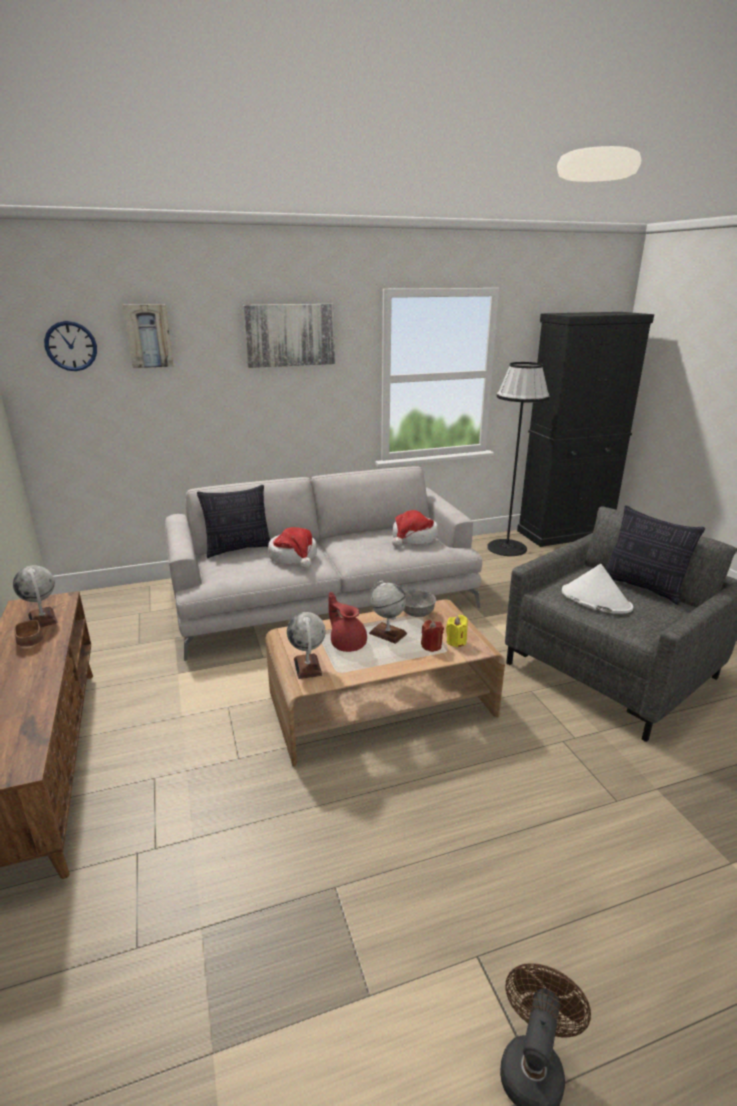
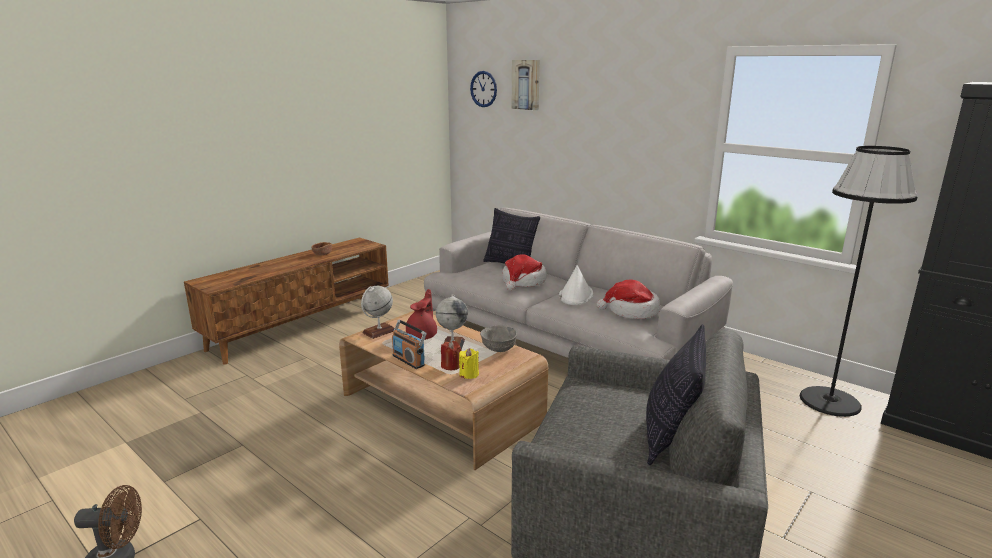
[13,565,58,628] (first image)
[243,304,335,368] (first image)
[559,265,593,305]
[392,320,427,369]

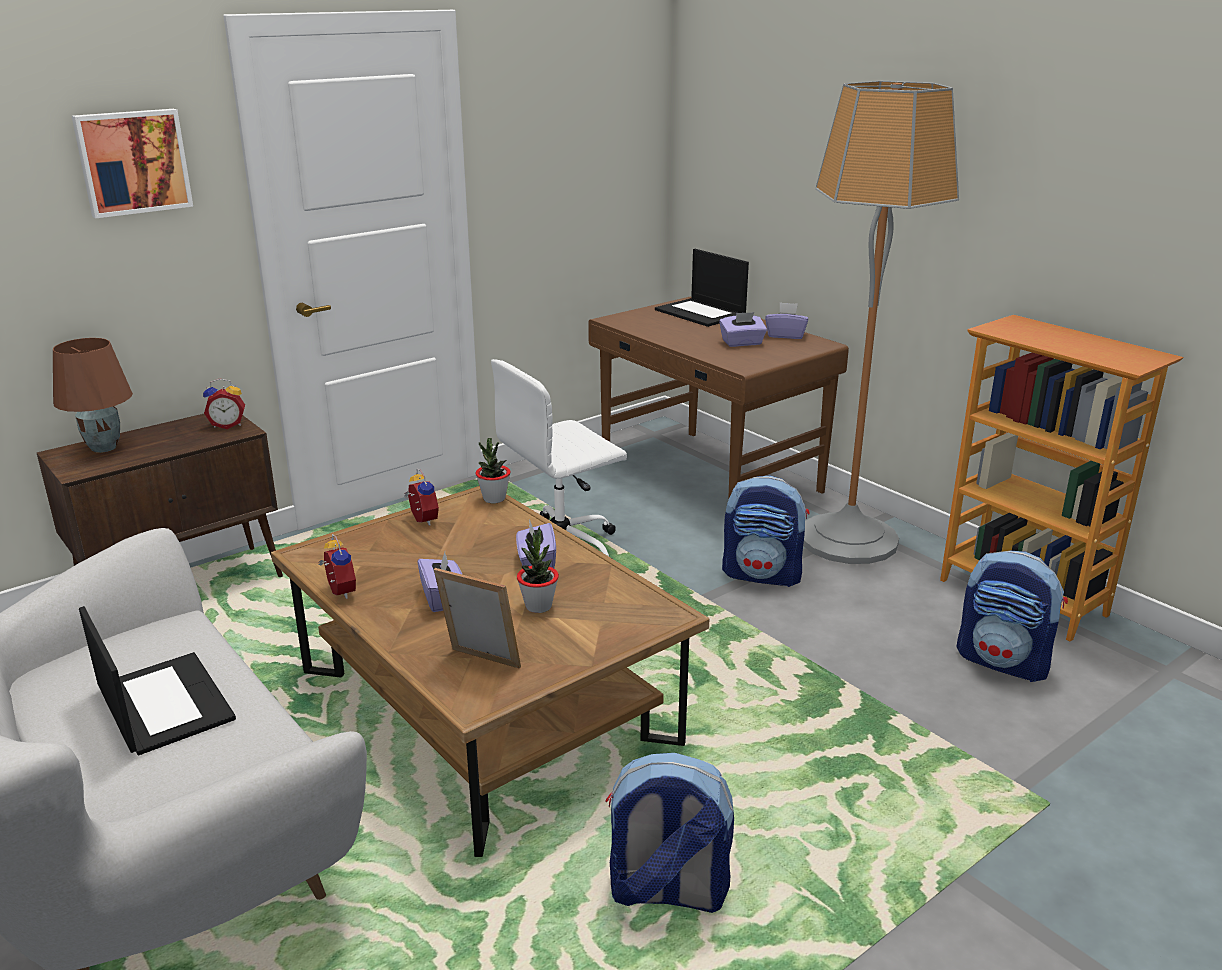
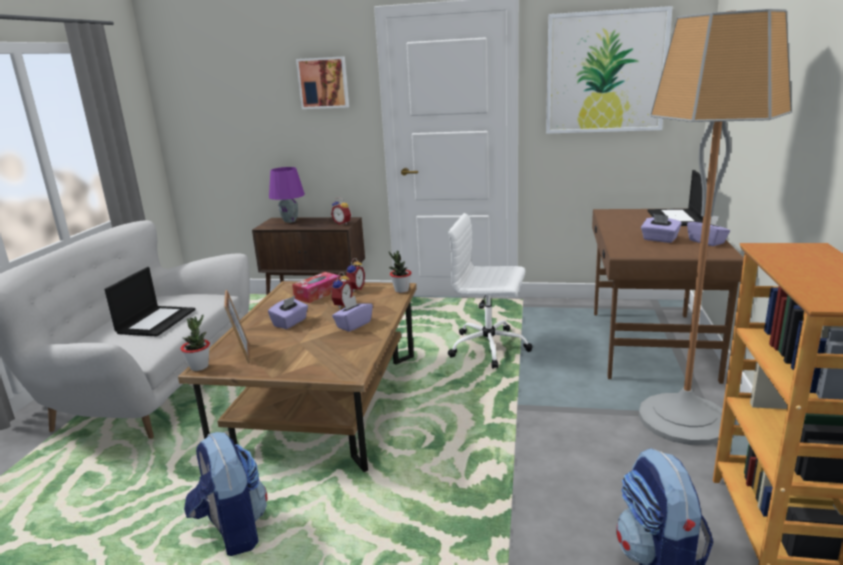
[269,167,305,223]
[330,272,353,309]
[180,314,210,371]
[722,475,810,587] (first image)
[292,272,341,303]
[546,6,673,134]

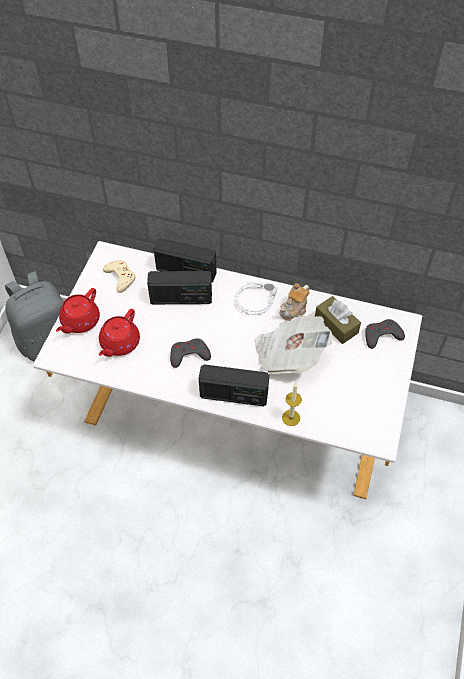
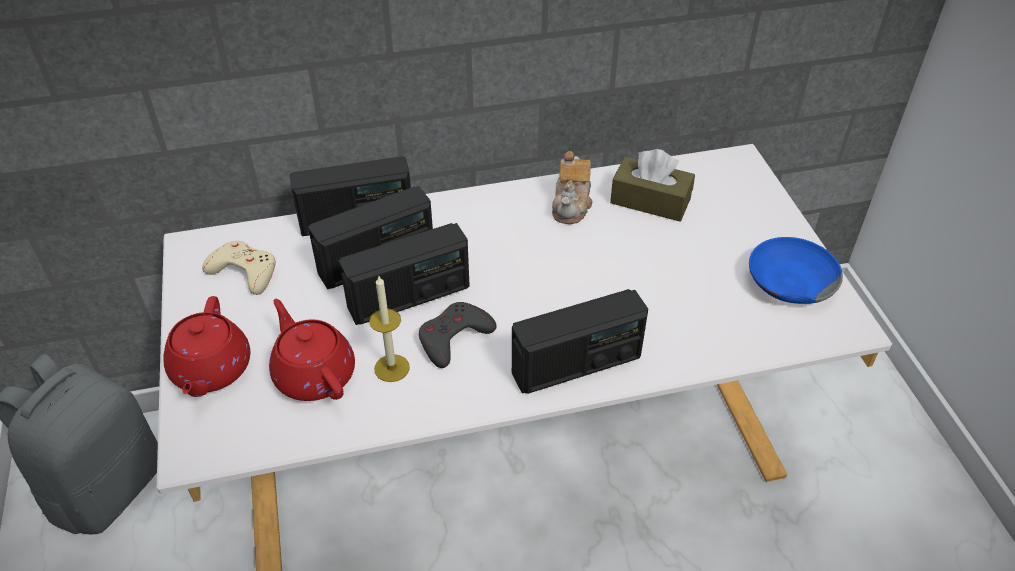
[269,299,355,401]
[236,282,277,315] (first image)
[254,315,332,374] (first image)
[369,276,410,382]
[365,319,405,349] (first image)
[339,223,470,325]
[749,237,843,304]

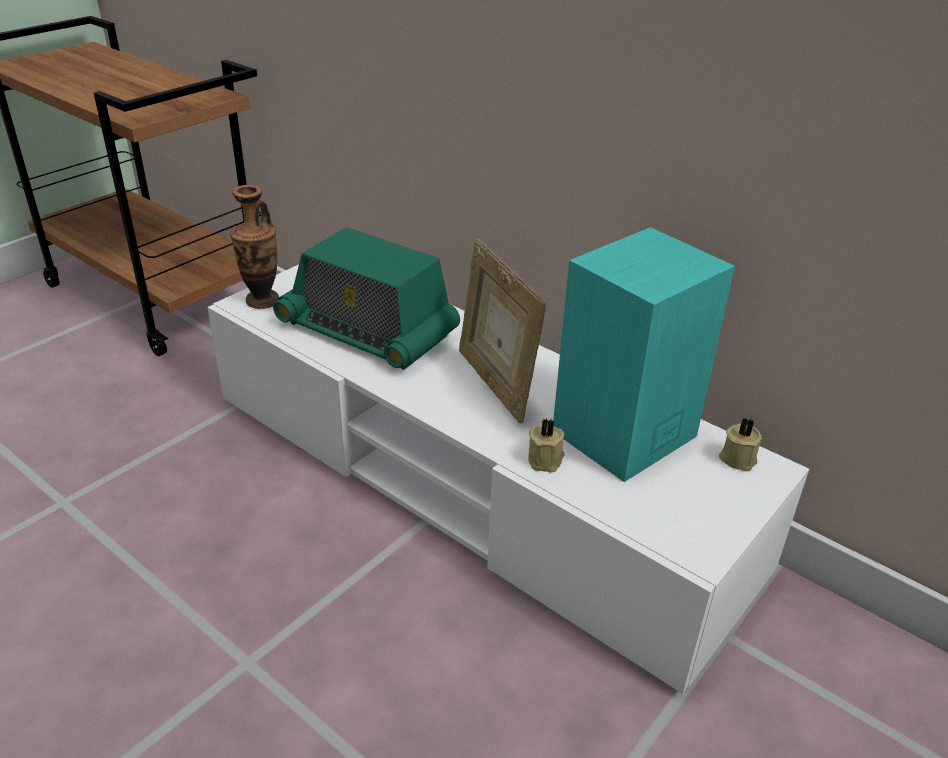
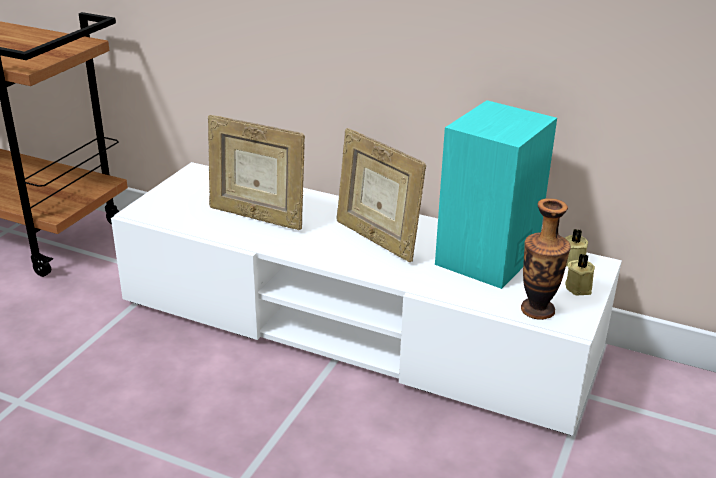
[521,198,571,320]
[208,115,305,230]
[565,254,595,296]

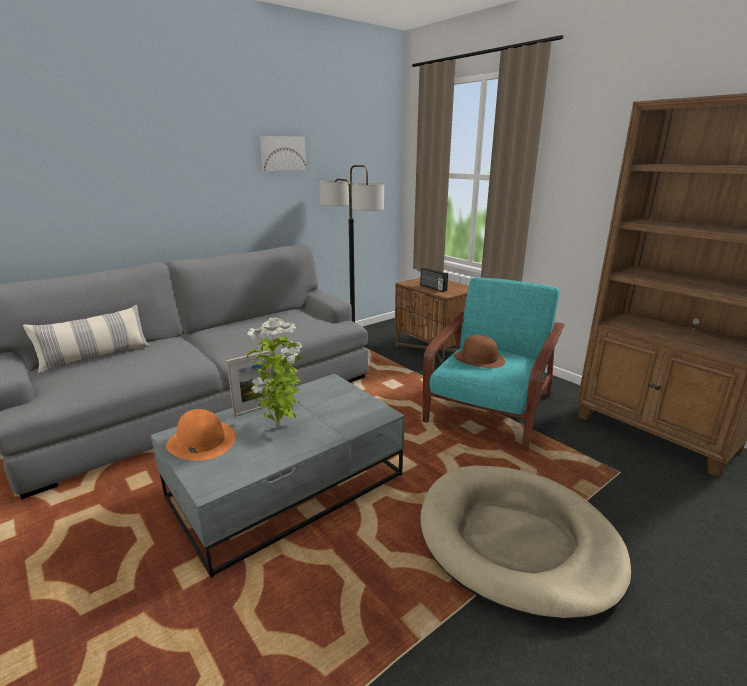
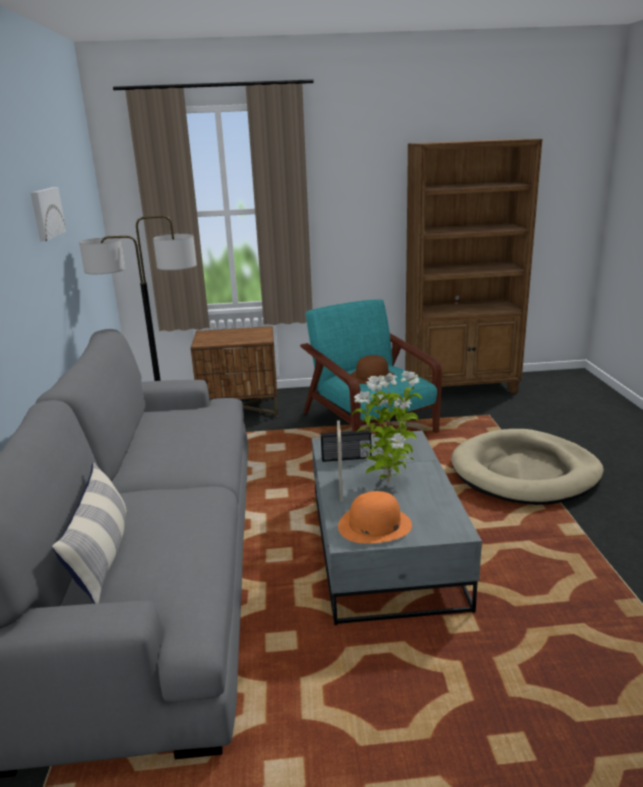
[321,430,372,462]

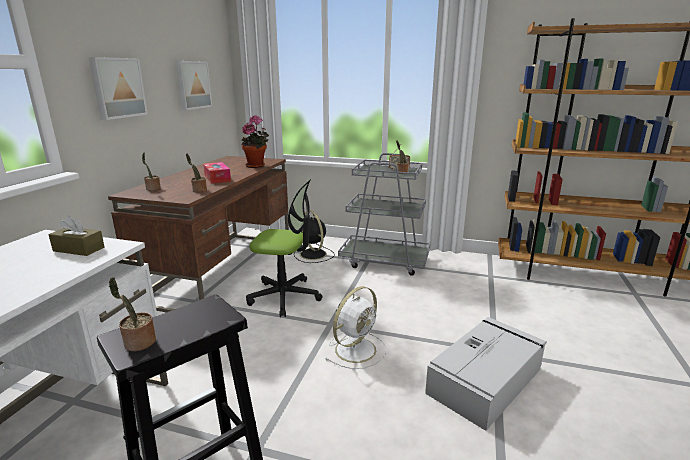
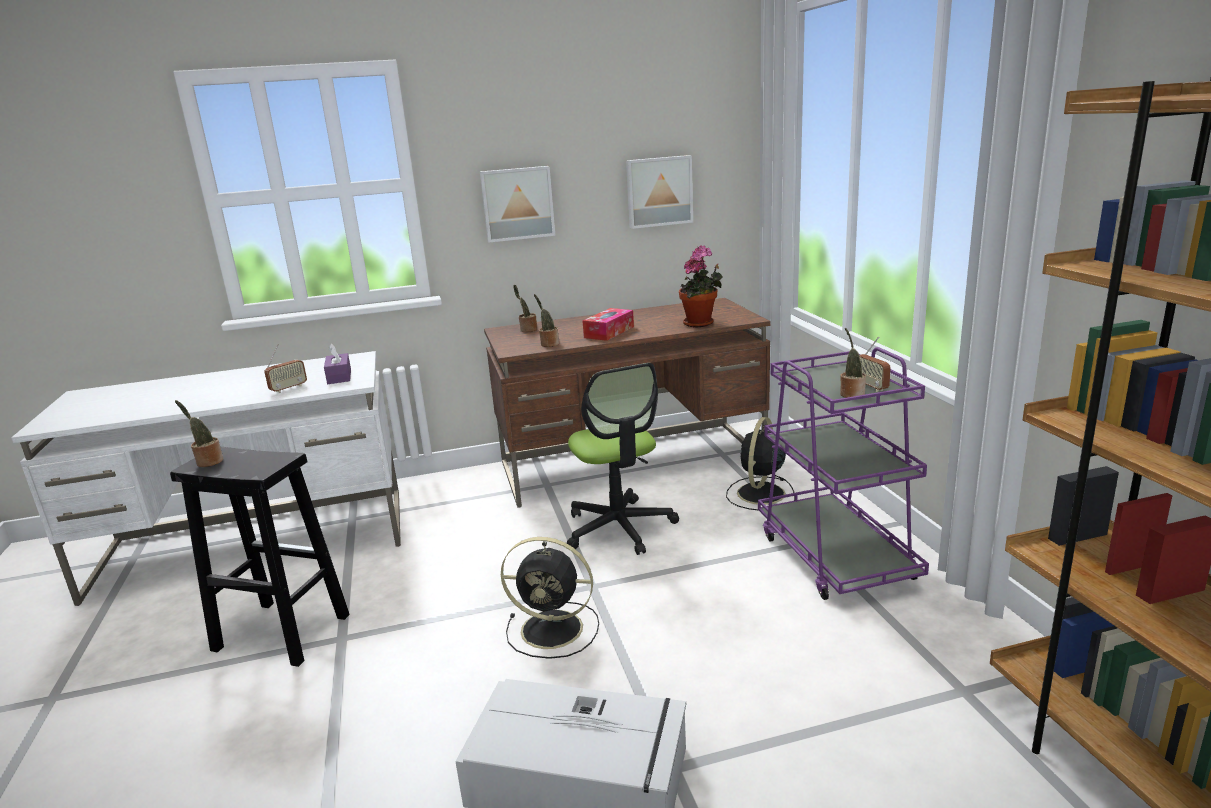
[324,344,351,384]
[501,537,599,659]
[758,347,929,600]
[264,344,307,393]

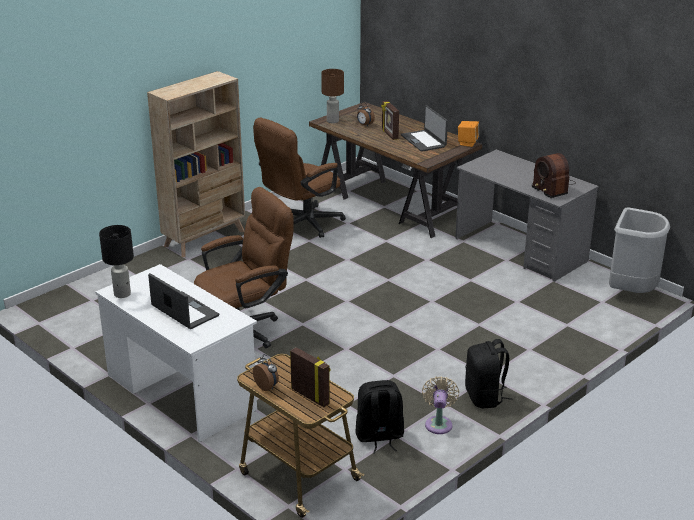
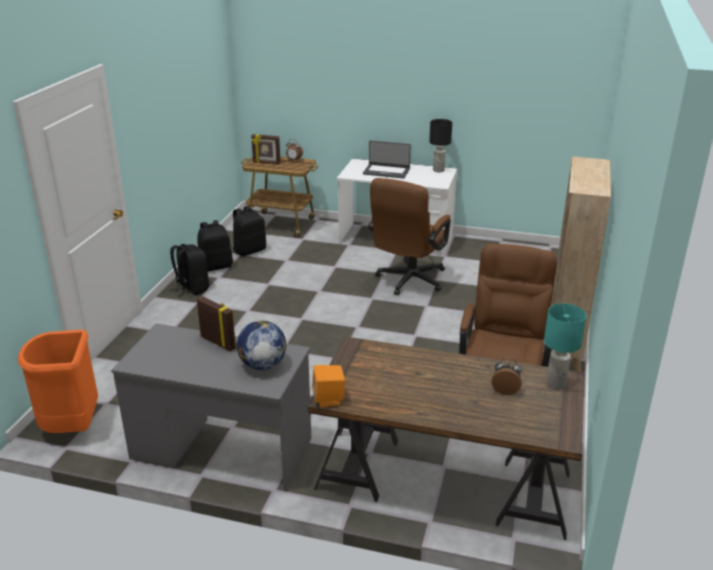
[544,303,586,389]
[196,296,236,351]
[401,105,448,152] (first image)
[197,220,233,272]
[531,153,576,198] (first image)
[18,330,98,433]
[237,320,286,370]

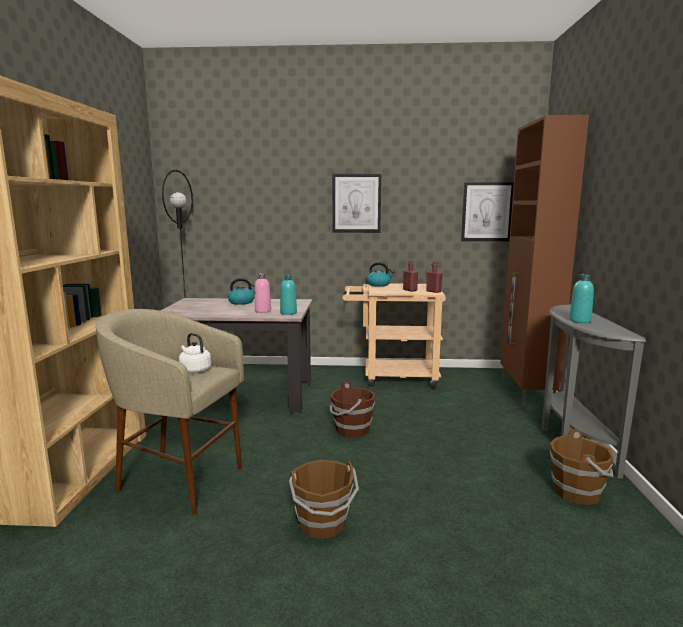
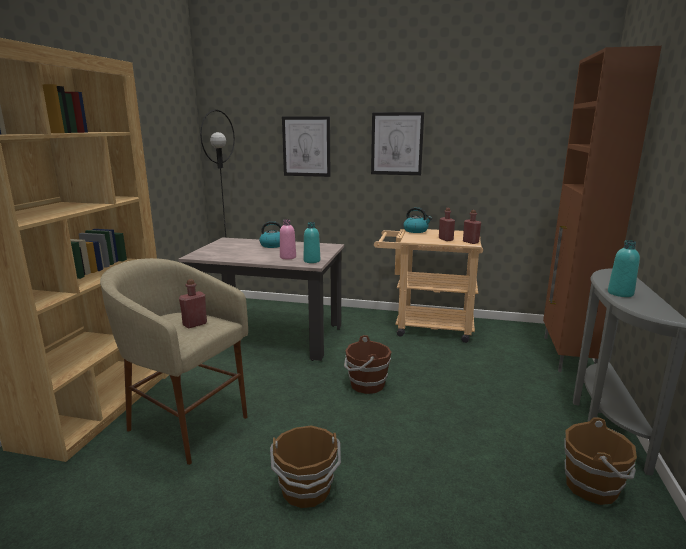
[179,279,207,328]
[282,116,330,177]

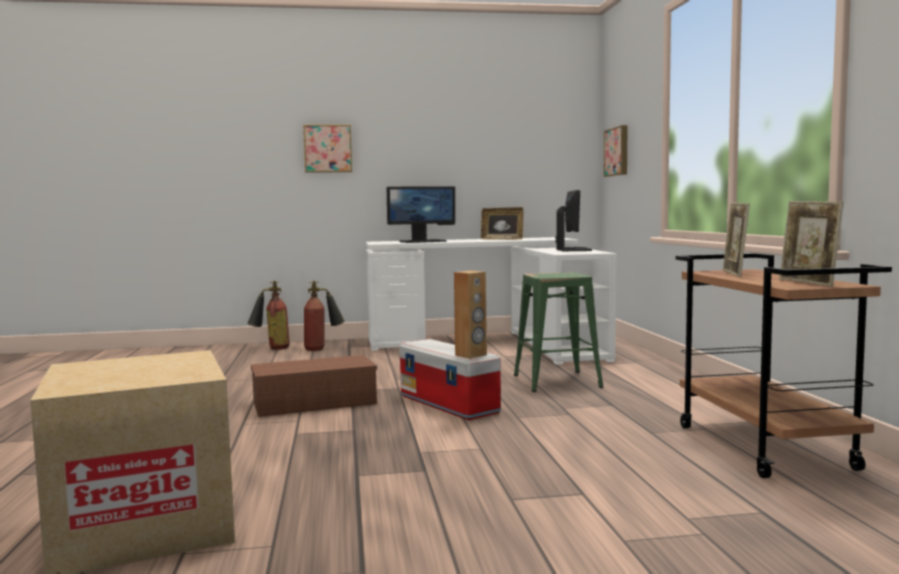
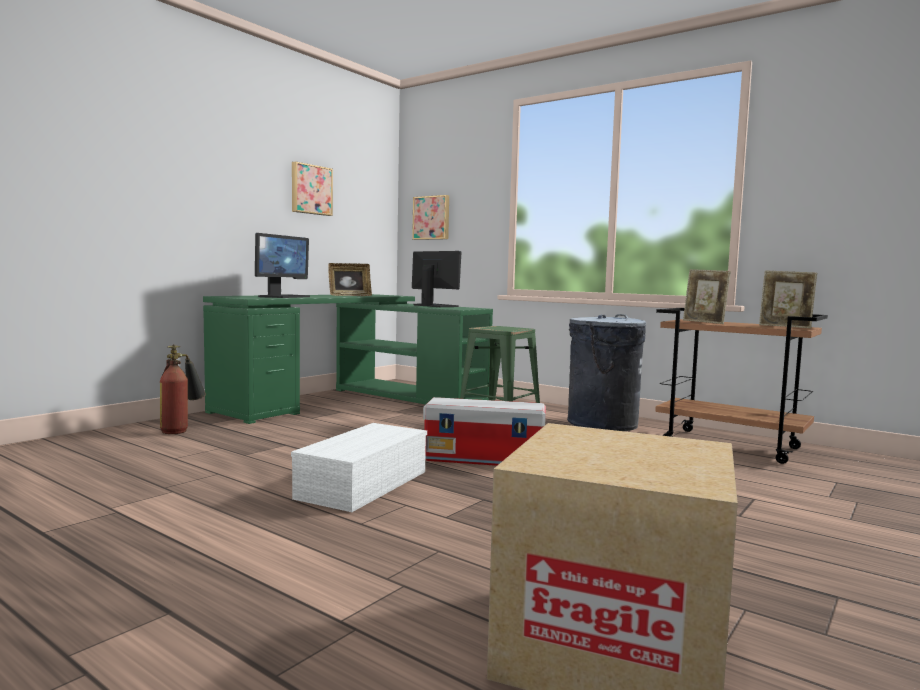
[247,280,290,350] (first image)
[291,423,427,512]
[292,162,333,216]
[203,294,493,424]
[454,271,487,359] (first image)
[567,314,646,431]

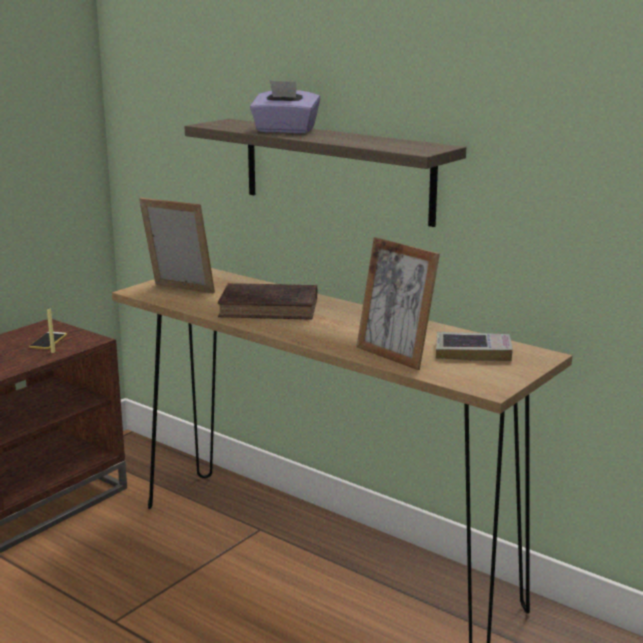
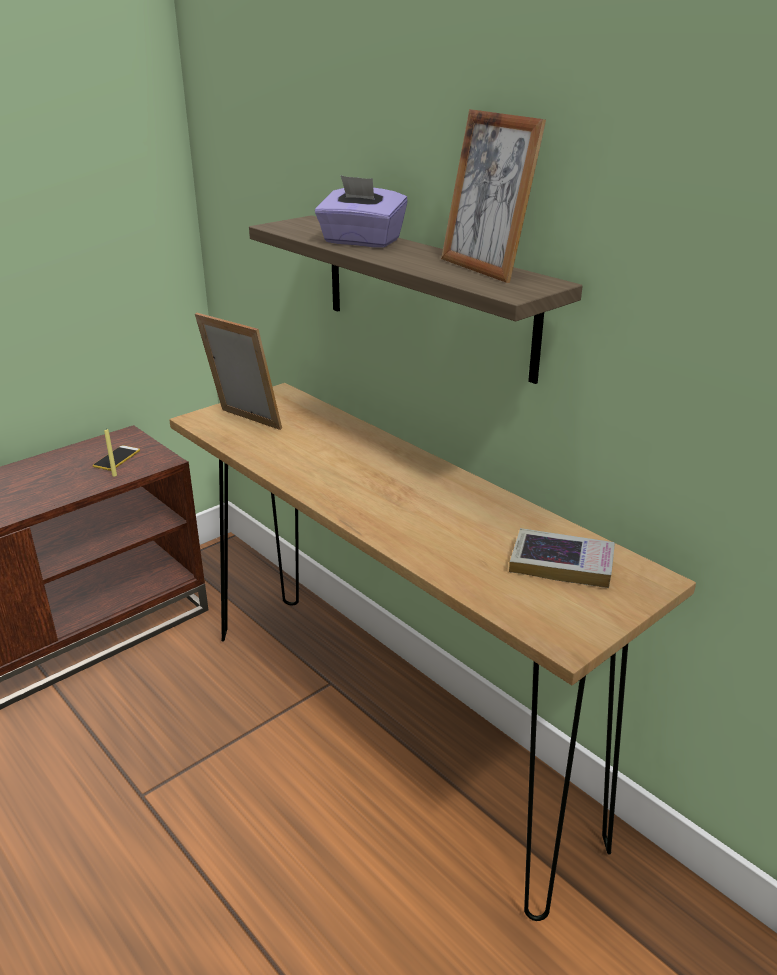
[218,283,317,320] (first image)
[441,109,546,283]

